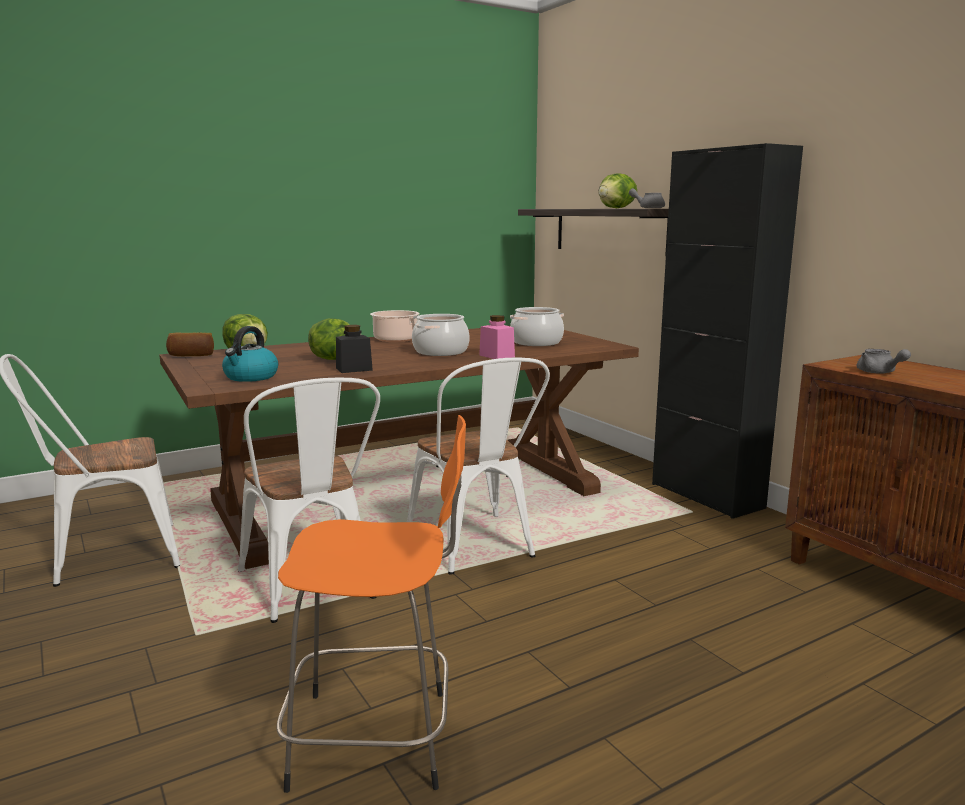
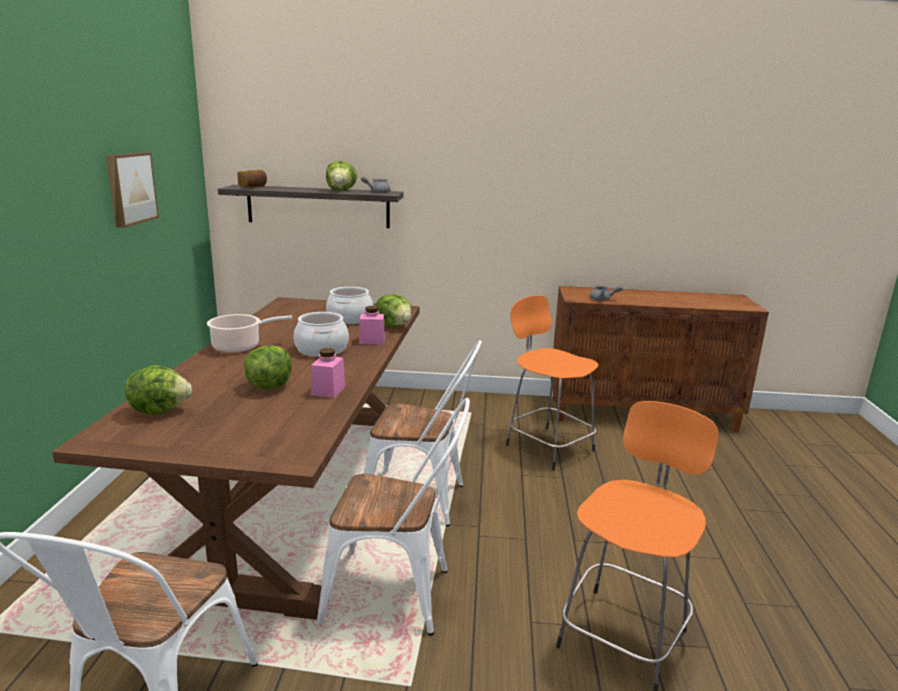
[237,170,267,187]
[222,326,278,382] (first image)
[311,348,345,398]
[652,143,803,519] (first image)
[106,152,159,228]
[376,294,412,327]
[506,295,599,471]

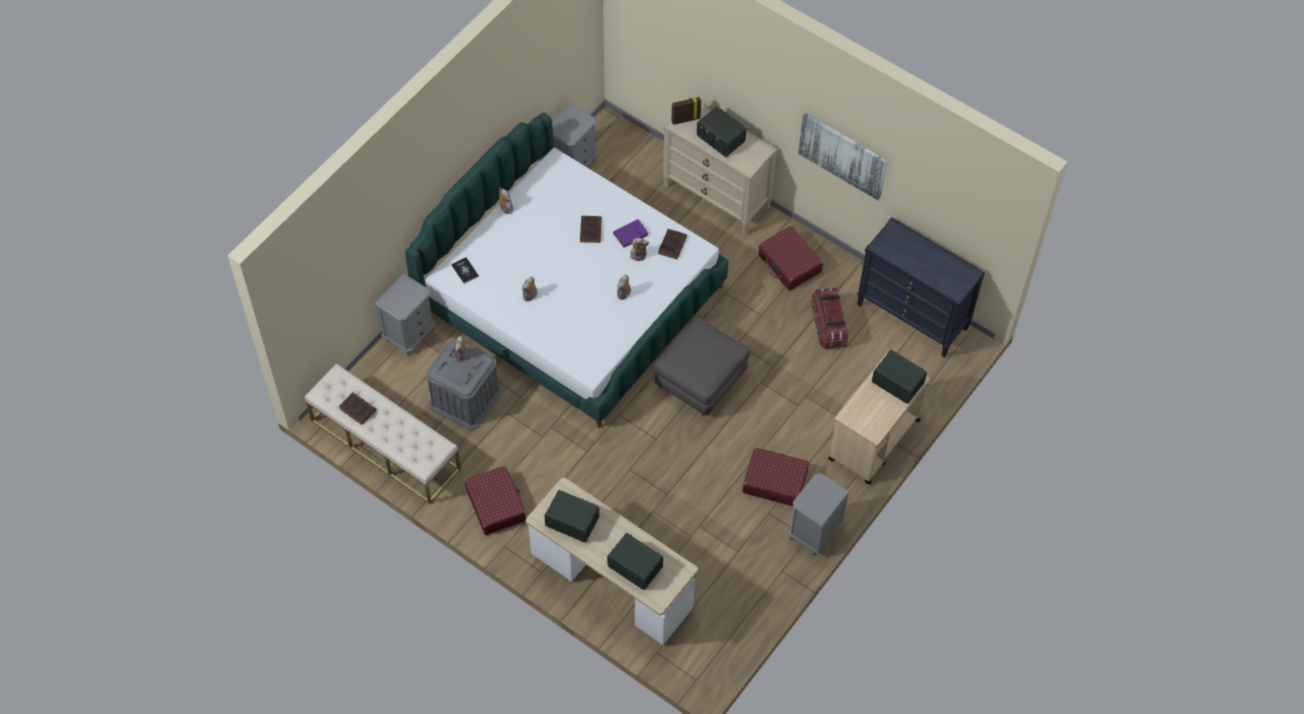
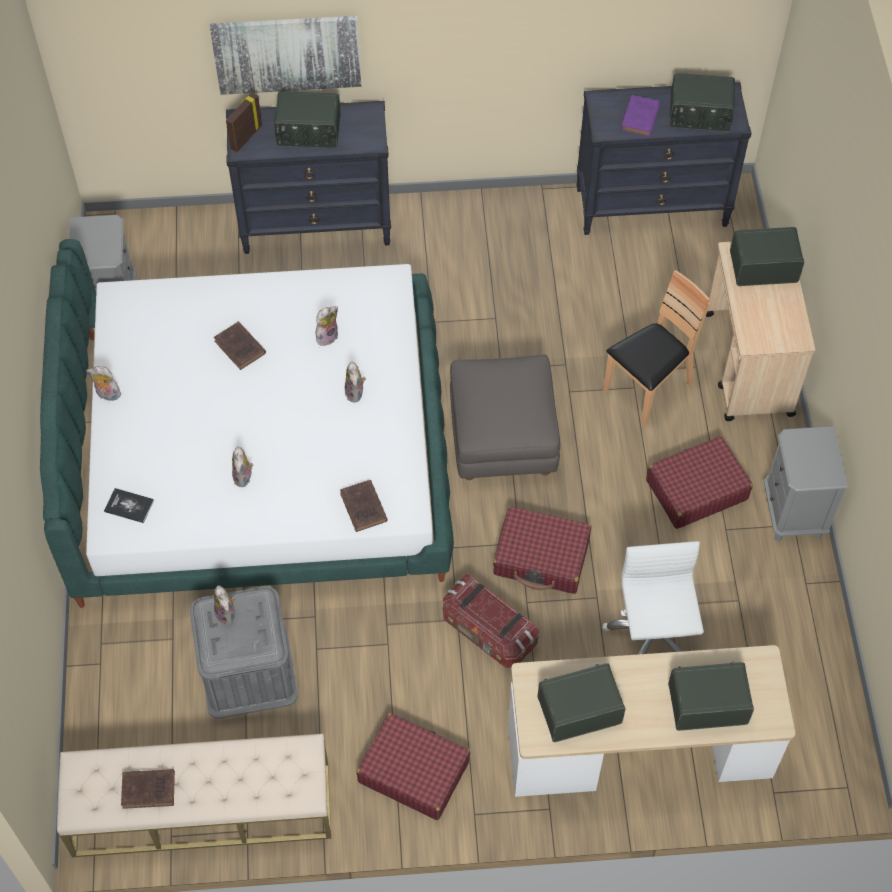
[375,273,435,356] (first image)
[621,95,660,137]
[340,480,388,532]
[226,101,391,254]
[493,506,592,594]
[210,16,361,95]
[443,575,539,668]
[602,541,704,655]
[603,270,710,427]
[669,73,735,132]

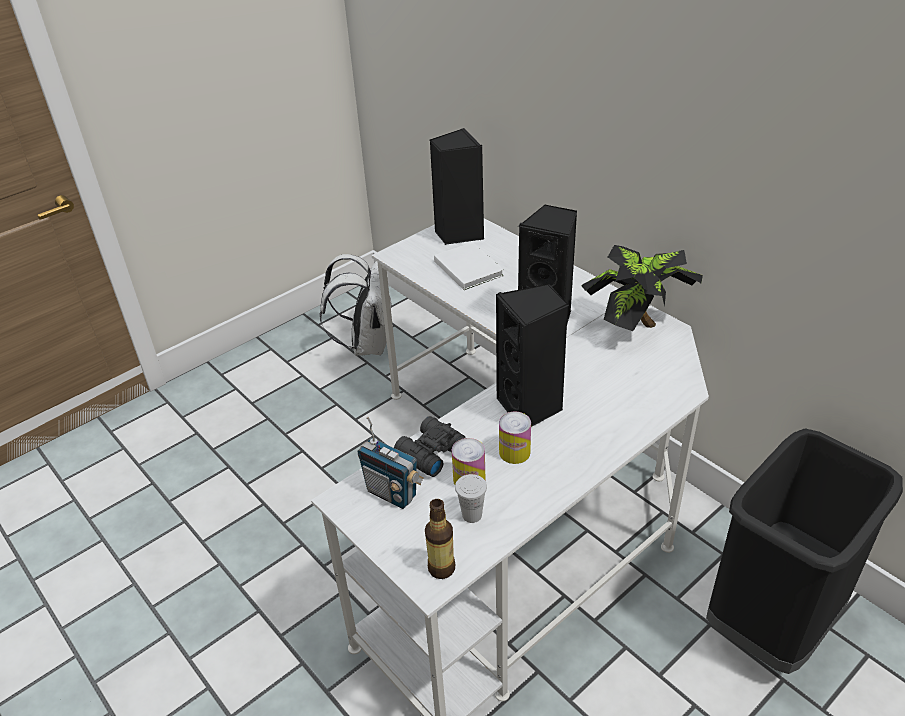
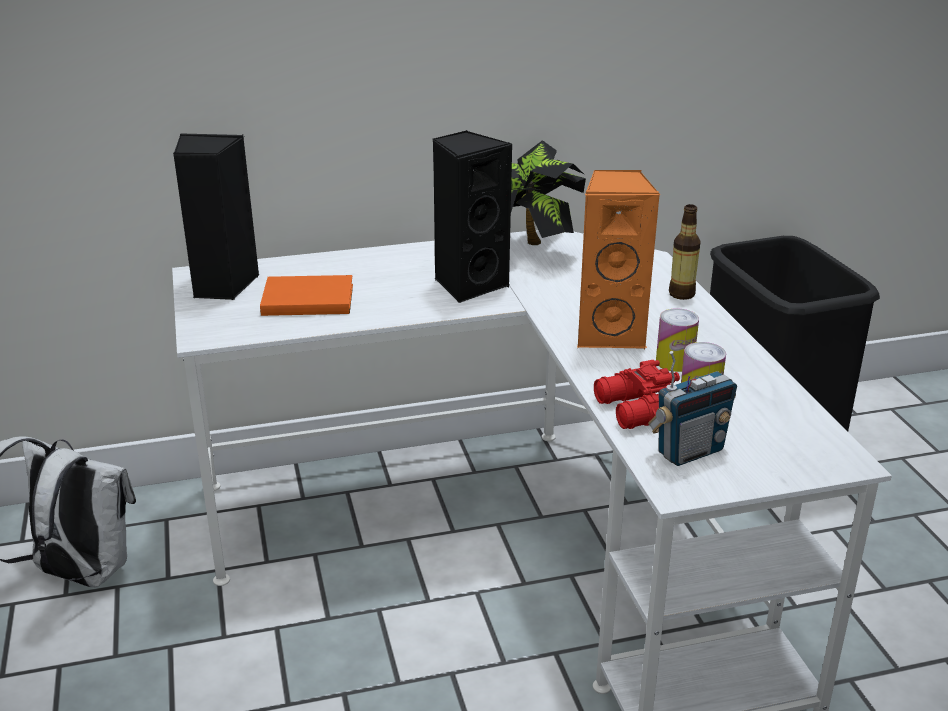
[594,360,680,429]
[669,204,701,300]
[260,275,353,316]
[455,474,487,523] (first image)
[577,170,660,350]

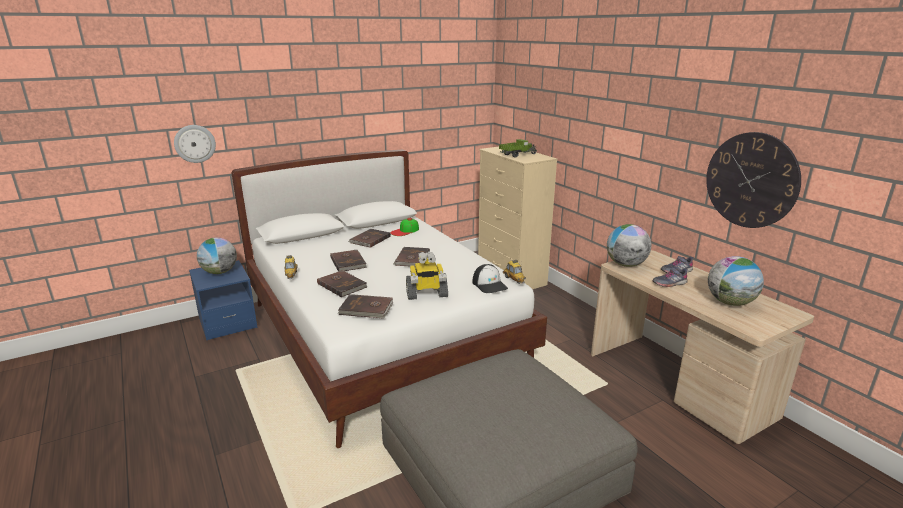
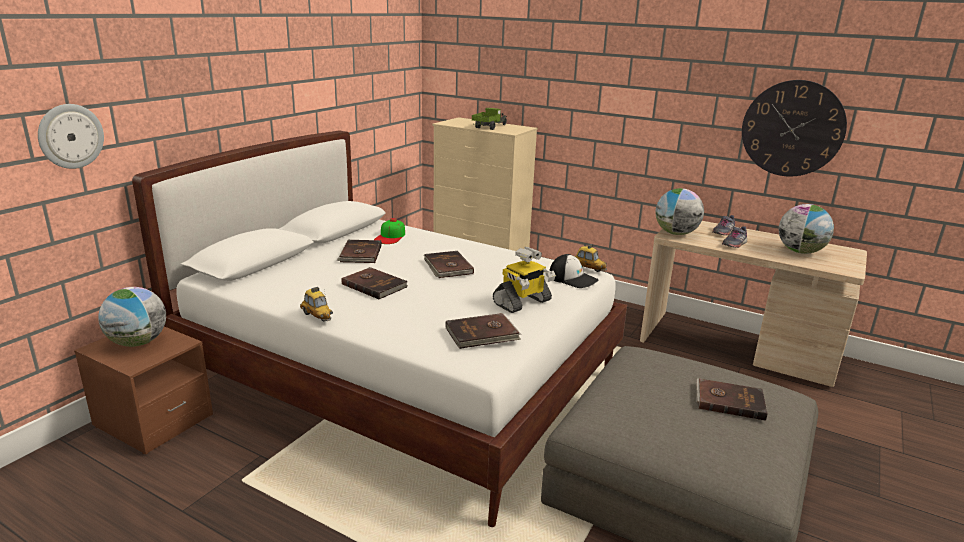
[74,326,213,454]
[696,378,768,421]

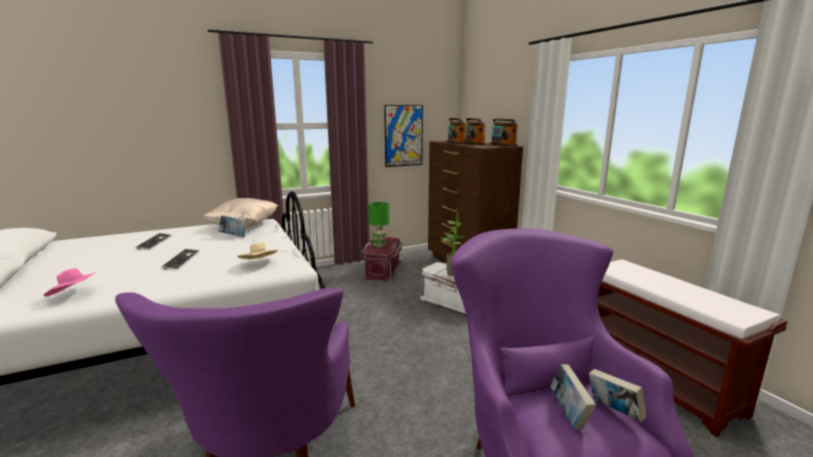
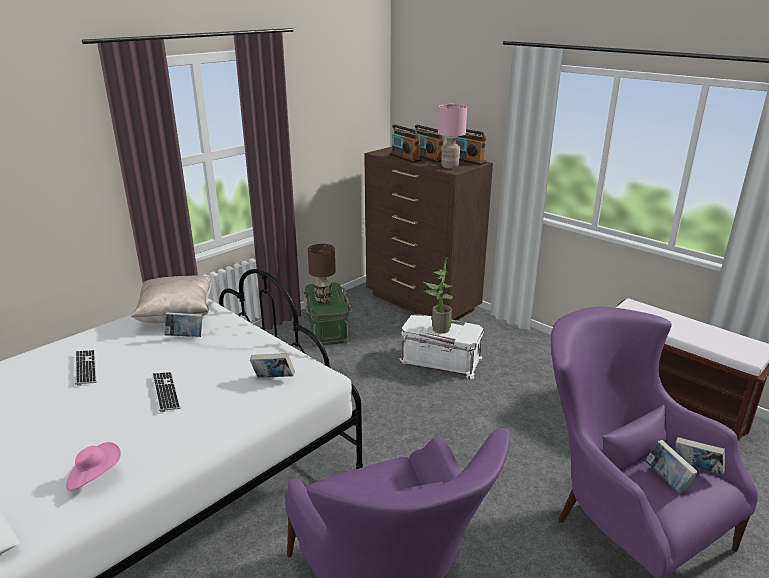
[250,353,295,378]
[303,282,352,348]
[308,244,336,303]
[384,105,423,167] (first image)
[438,104,467,169]

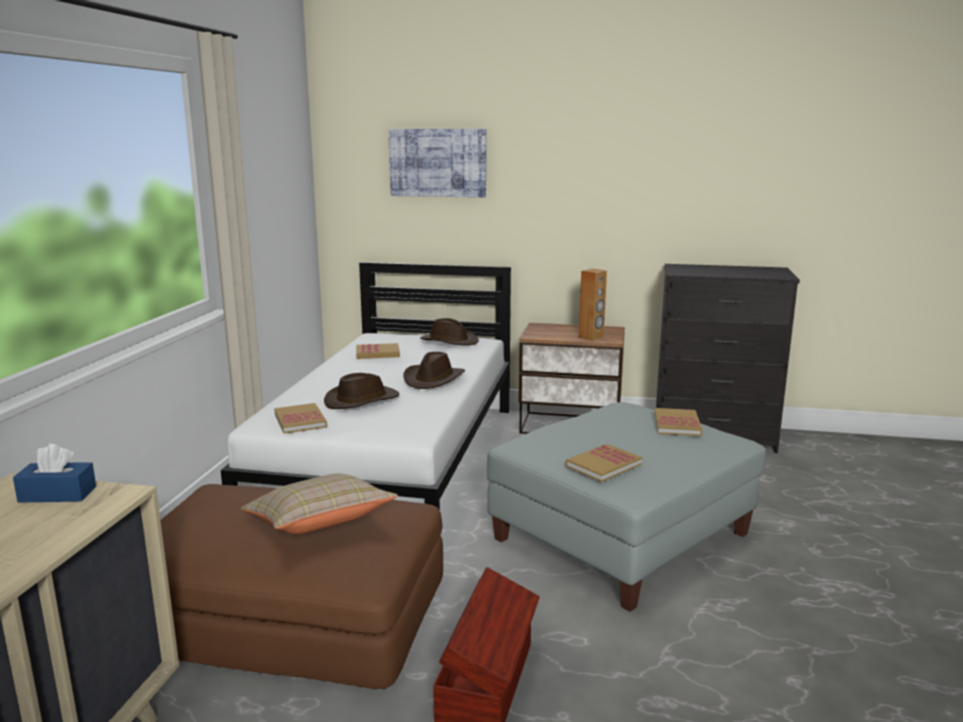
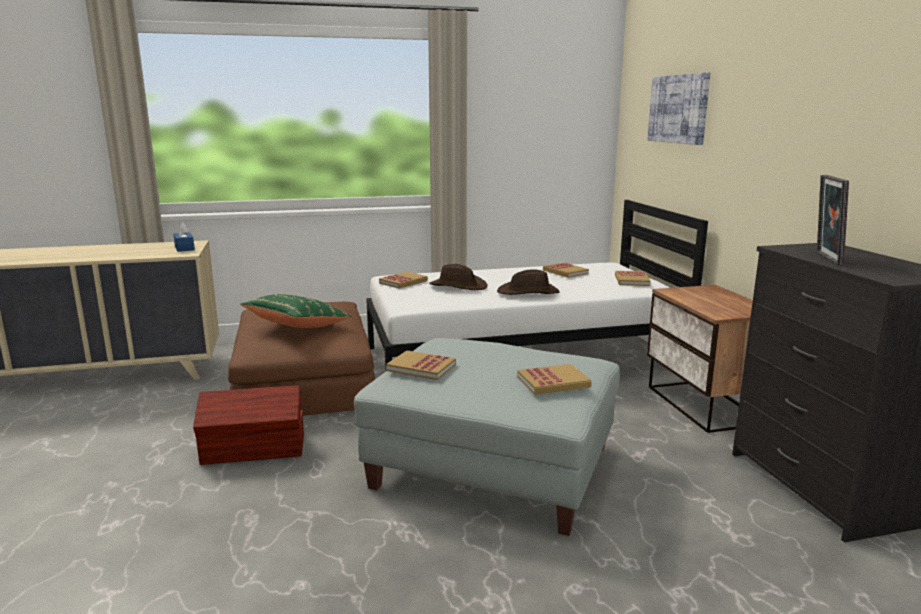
[240,294,352,328]
[615,271,651,286]
[579,269,607,341] (first image)
[817,175,849,265]

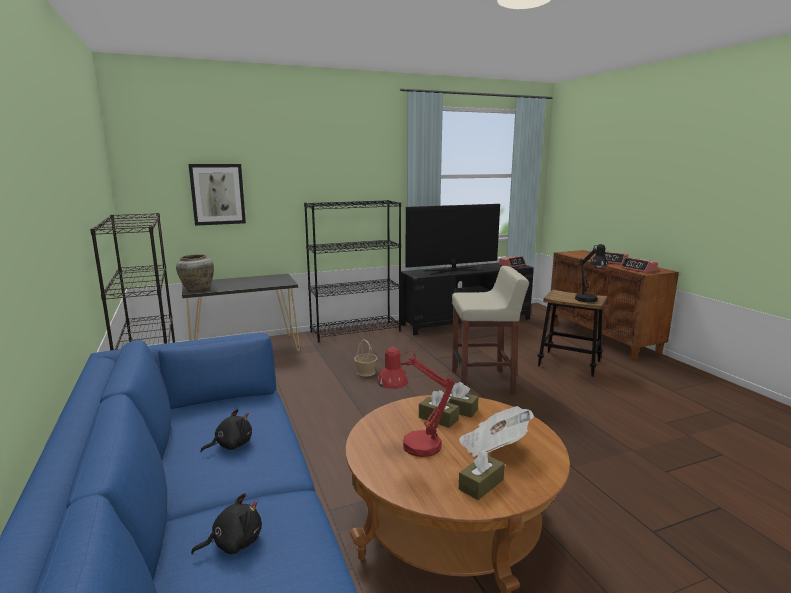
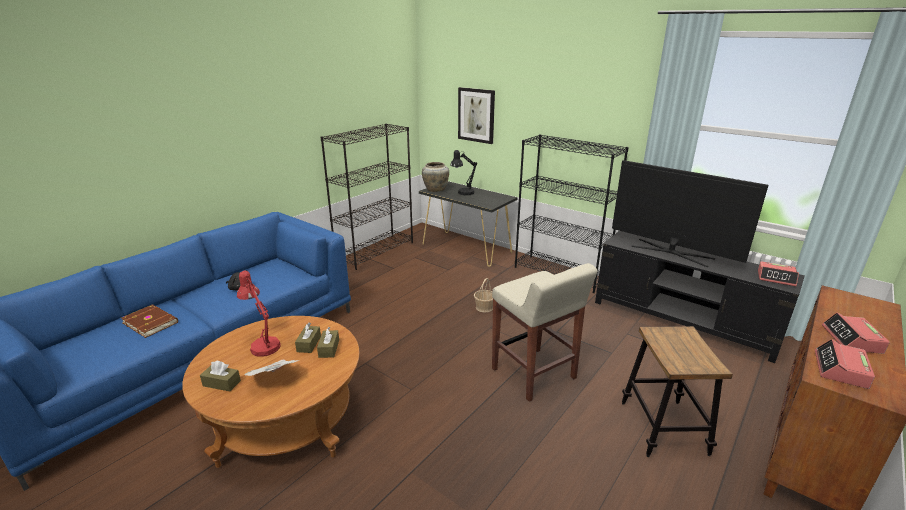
[121,305,178,338]
[450,150,477,195]

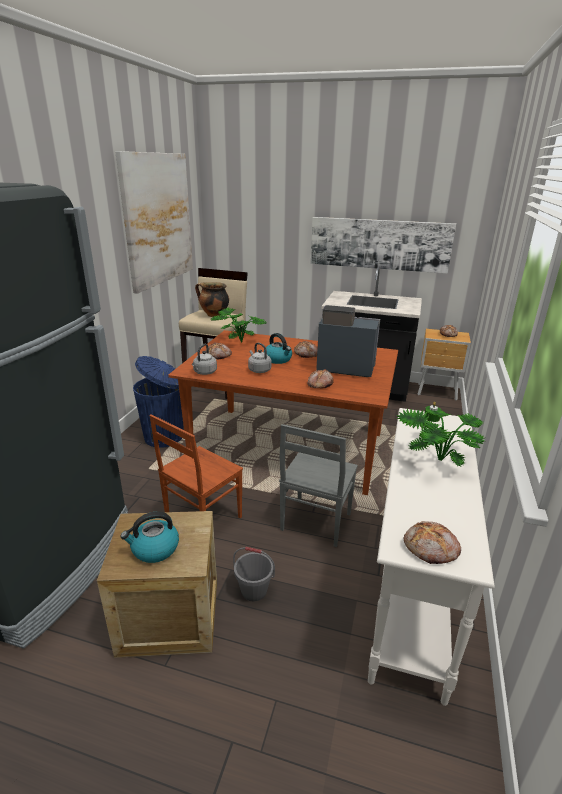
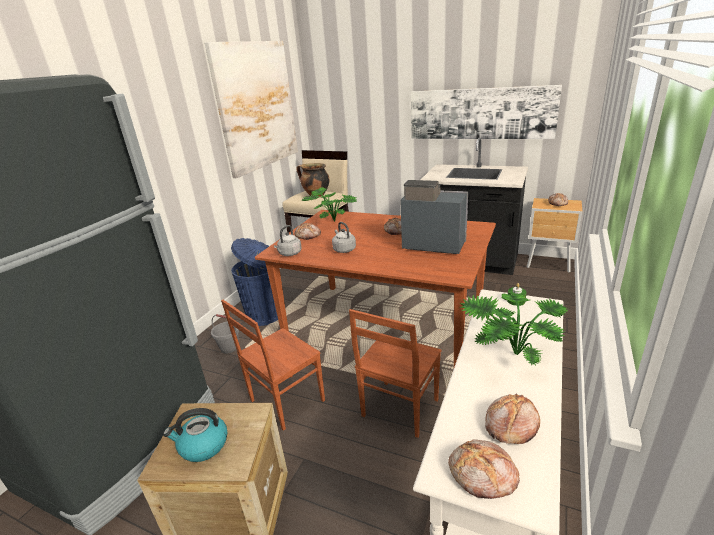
[211,314,239,354]
[264,333,292,364] (first image)
[349,309,441,438]
[485,394,540,444]

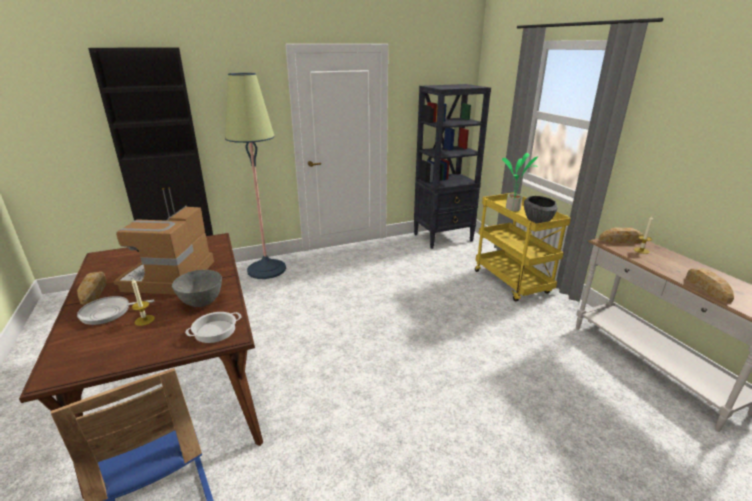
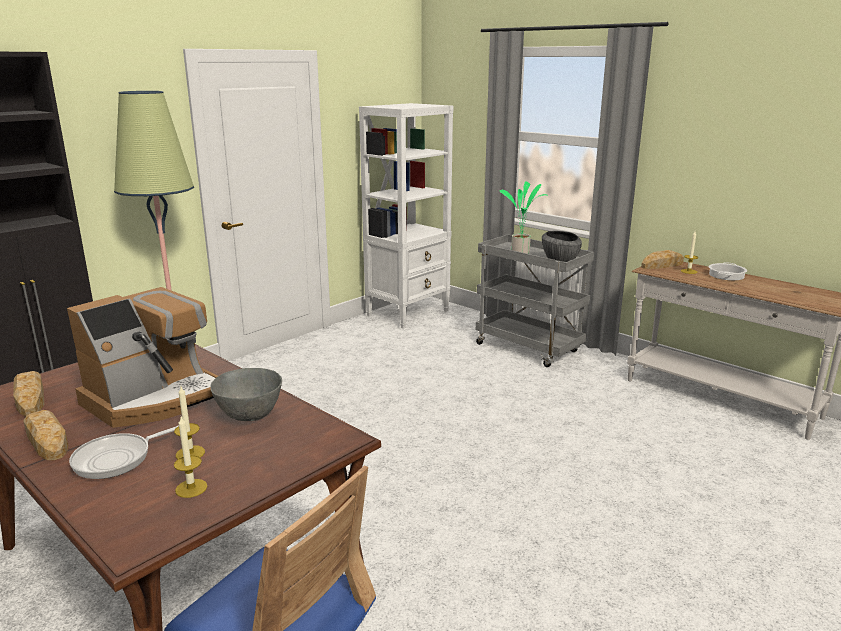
[67,287,218,428]
[709,262,747,280]
[359,103,454,329]
[476,234,594,367]
[13,371,44,416]
[174,417,207,498]

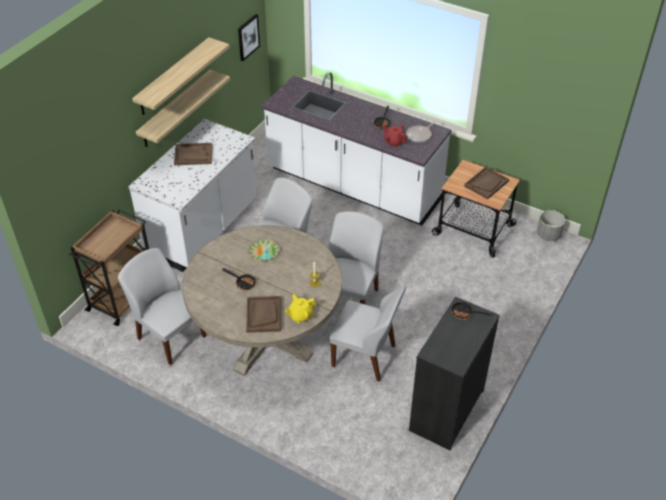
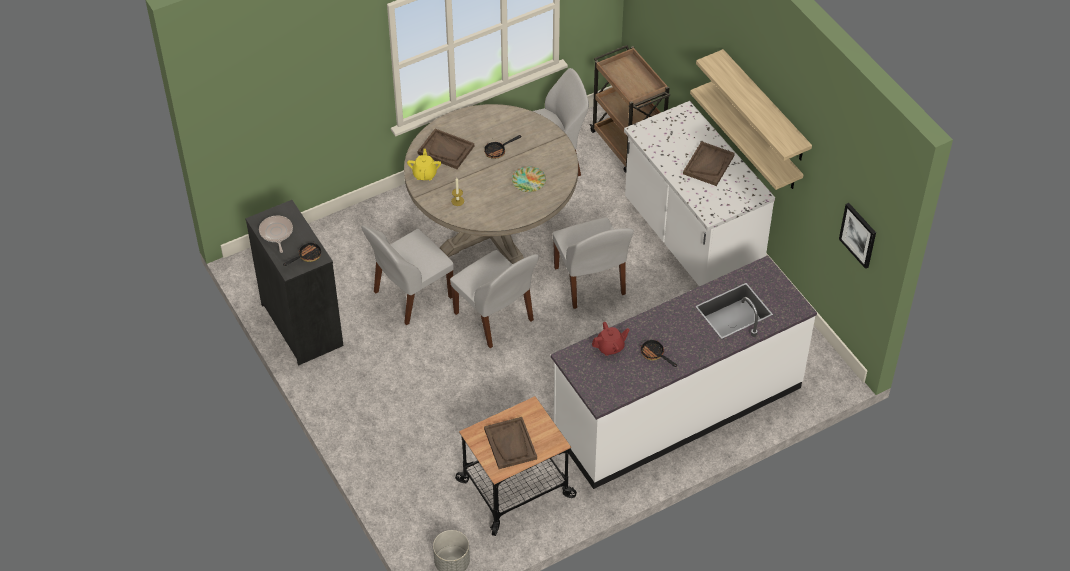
[259,216,293,253]

